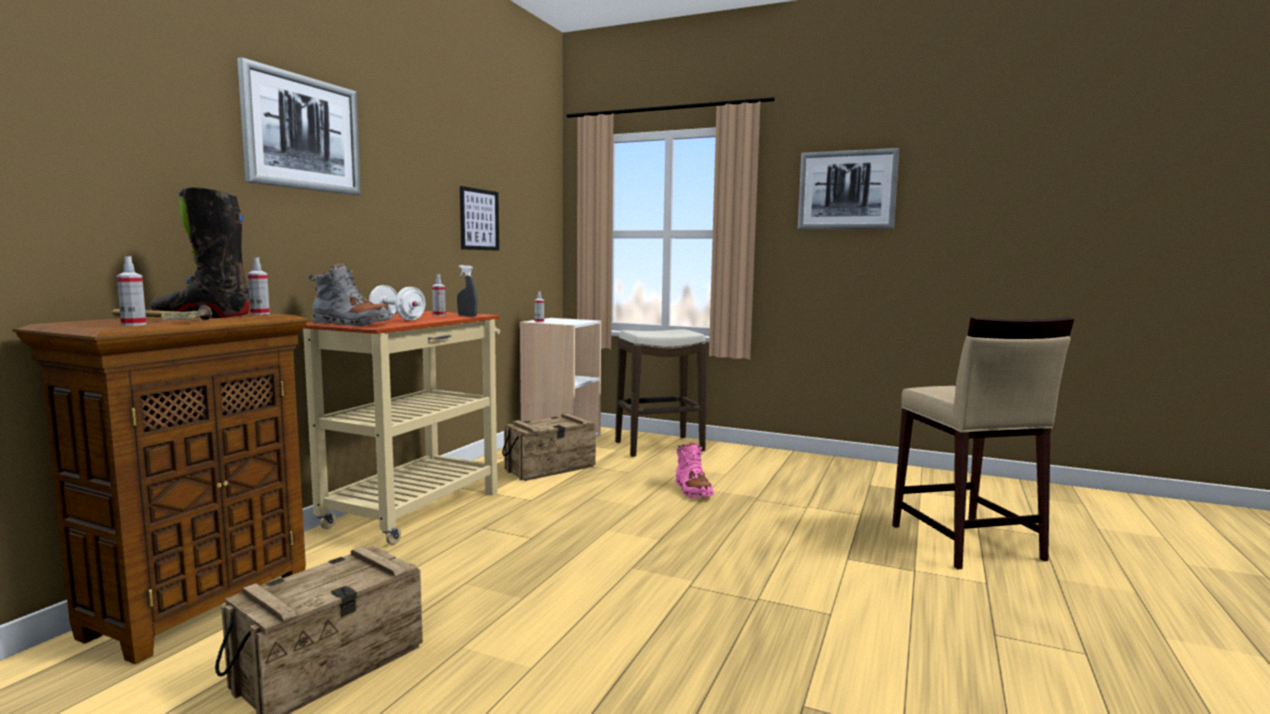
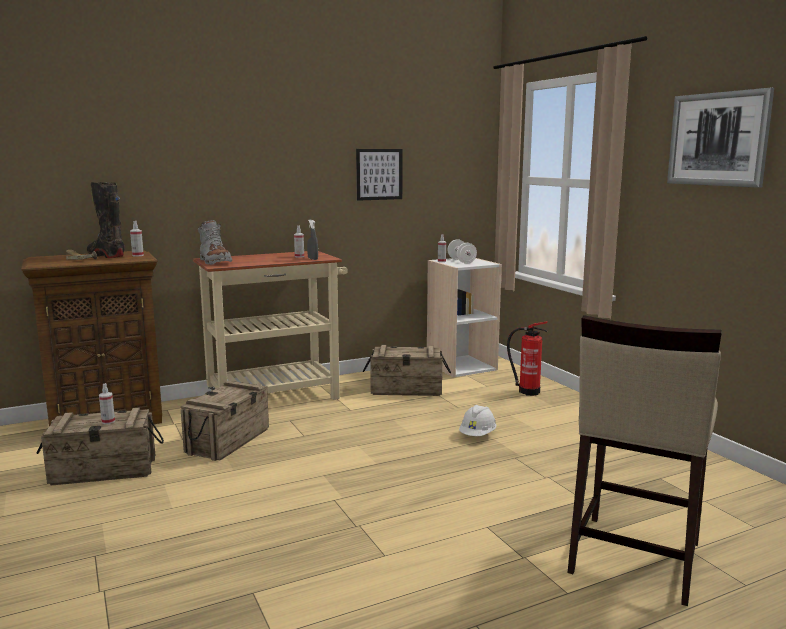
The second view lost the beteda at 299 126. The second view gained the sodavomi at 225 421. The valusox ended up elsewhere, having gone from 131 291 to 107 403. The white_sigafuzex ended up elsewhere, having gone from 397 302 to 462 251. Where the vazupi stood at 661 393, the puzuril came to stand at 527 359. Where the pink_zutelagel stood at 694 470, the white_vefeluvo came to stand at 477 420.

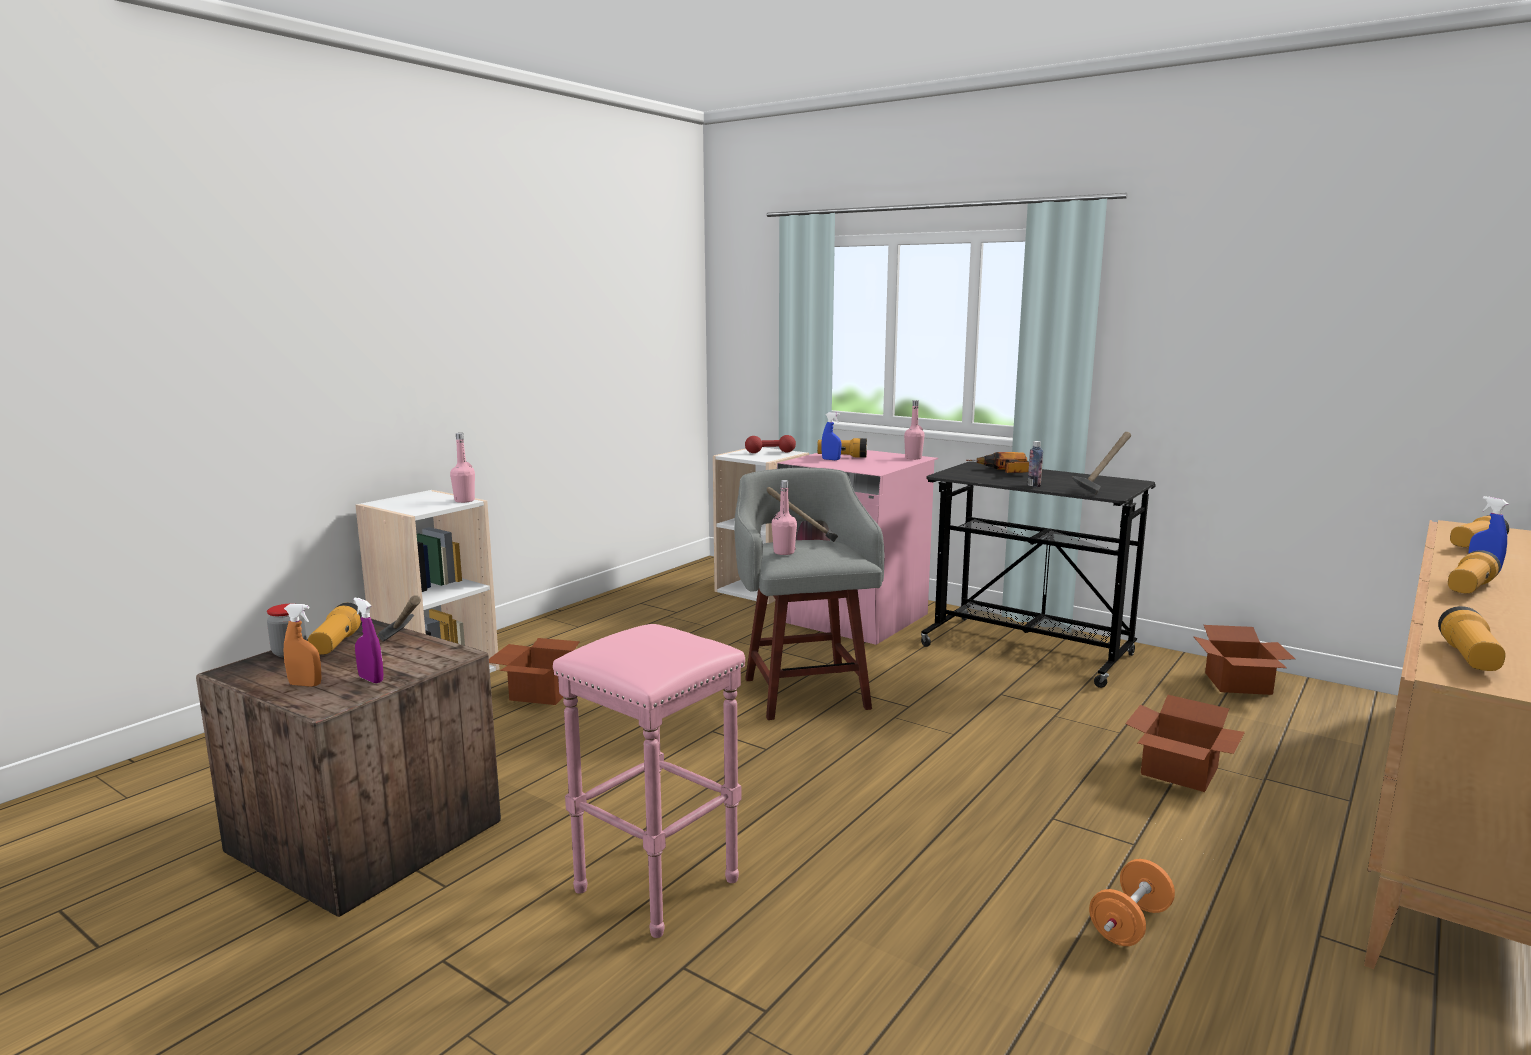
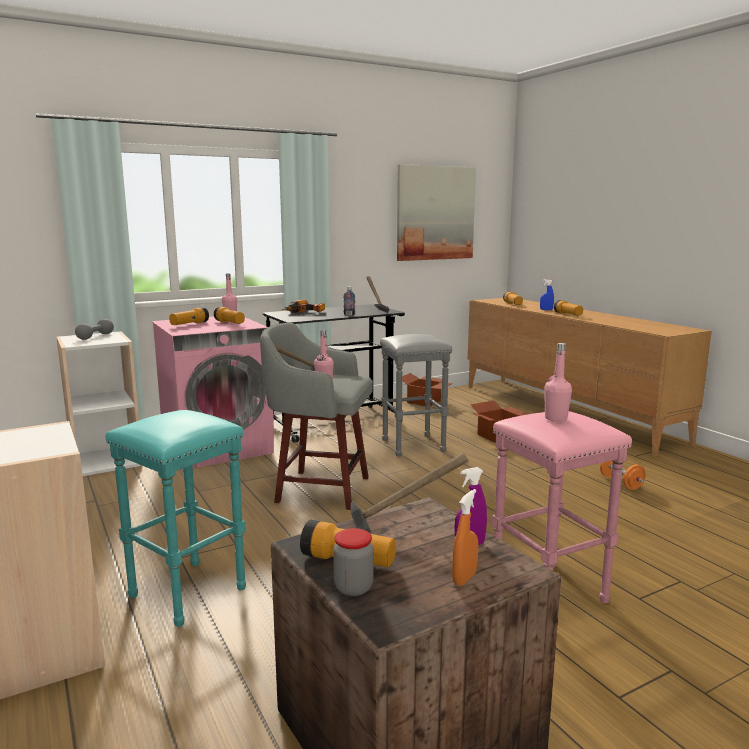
The second view lost the blue_valusox at 831 436. The second view gained the grey_vazupi at 416 395. The second view gained the beteda at 436 212. The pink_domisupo ended up elsewhere, having gone from 462 468 to 558 382. The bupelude ended up elsewhere, having gone from 1471 638 to 229 315. Where the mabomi stood at 534 671, the turquoise_vazupi came to stand at 175 518. What was the red_sigafuzex at 770 444 turned into the grey_sigafuzex at 94 329.

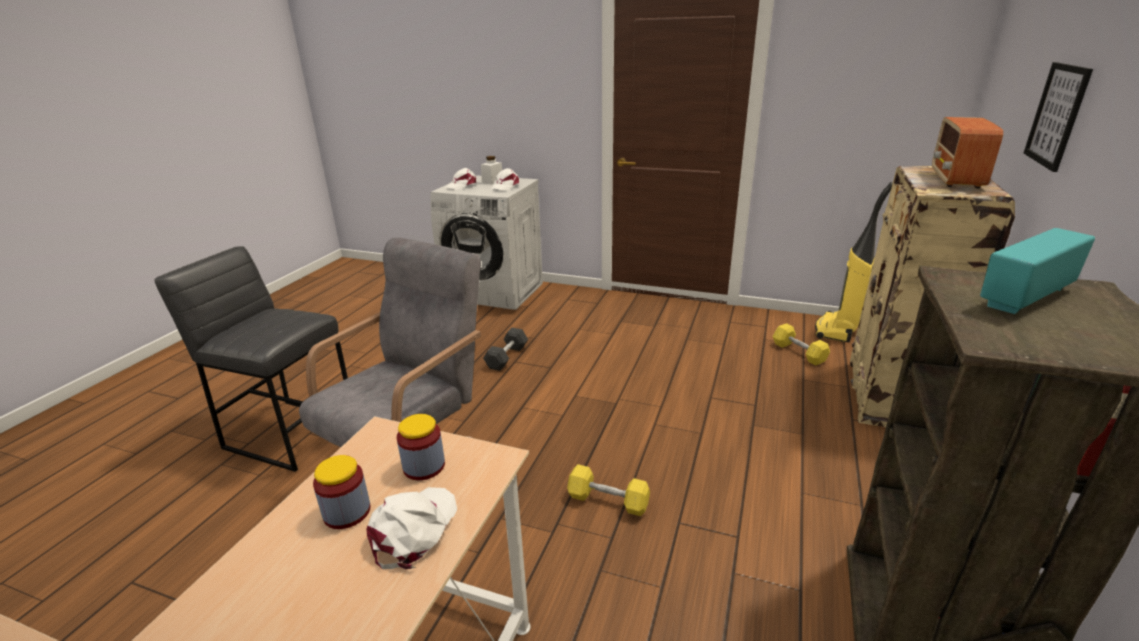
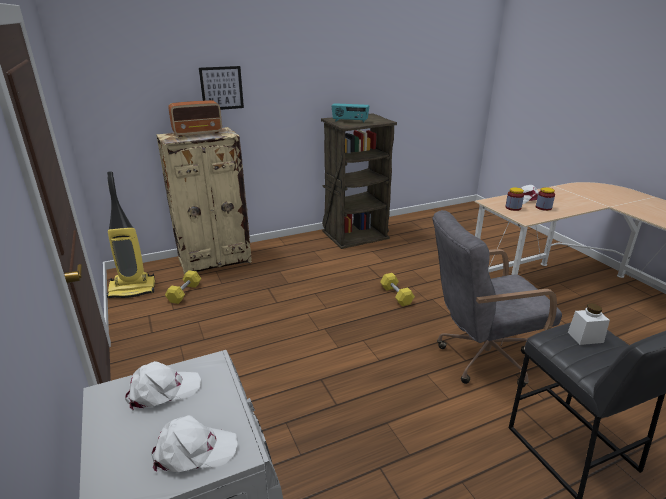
The second view lost the grey_sigafuzex at 505 349. The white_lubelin ended up elsewhere, having gone from 491 170 to 589 324.

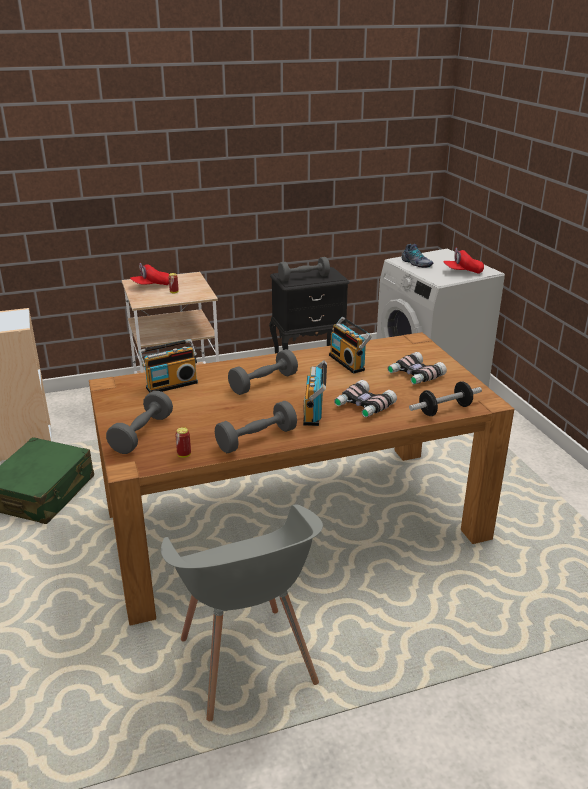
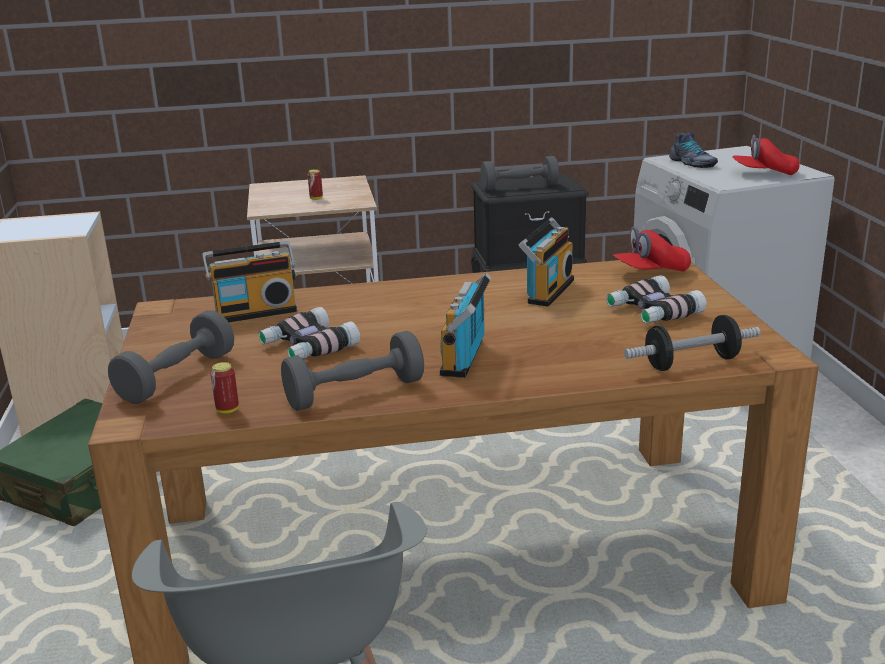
The second view lost the grey_sigafuzex at 263 372. The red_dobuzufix ended up elsewhere, having gone from 149 274 to 652 249. The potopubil ended up elsewhere, having gone from 365 398 to 309 333. The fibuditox at 350 345 ended up facing another way, 135 degrees counterclockwise from before.

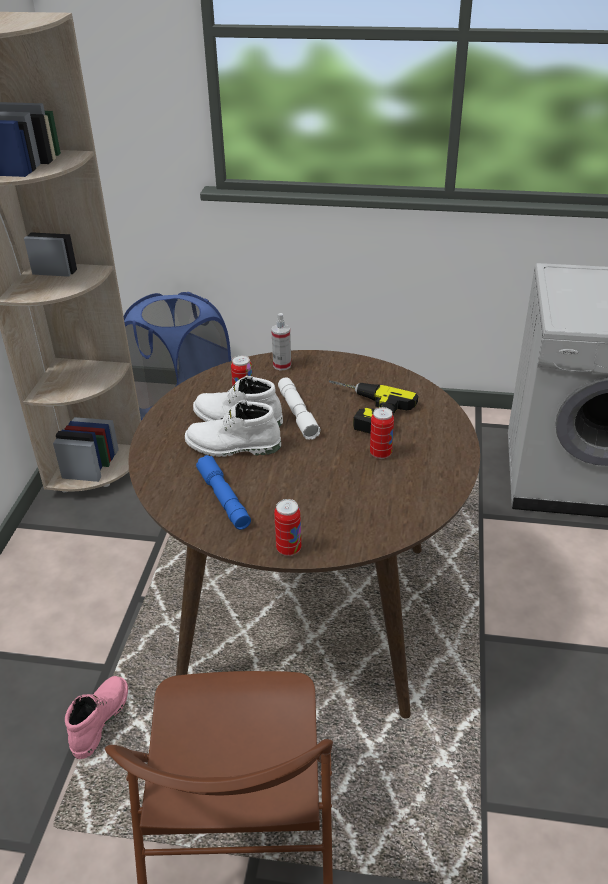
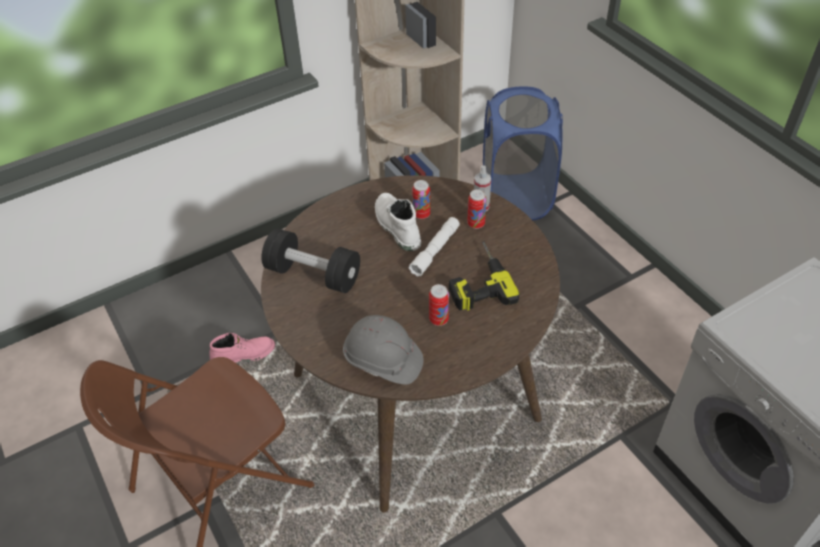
The second view lost the white_zutelagel at 233 428. The second view gained the grey_vefeluvo at 383 350. The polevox ended up elsewhere, having gone from 287 527 to 476 209. Where the blue_bupelude stood at 223 492, the black_sigafuzex came to stand at 310 260.

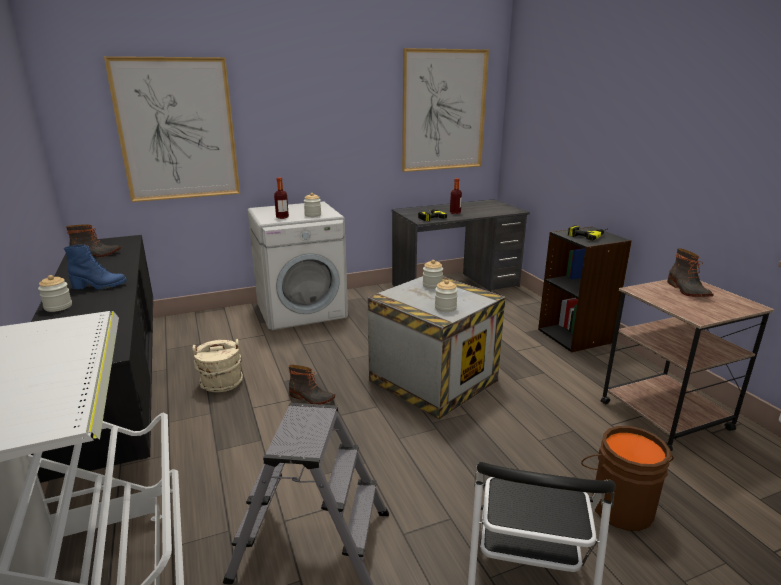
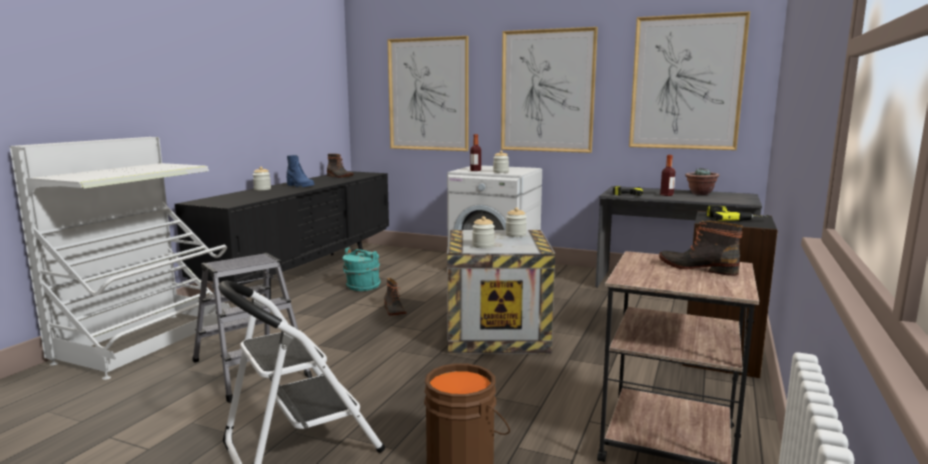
The second view gained the beteda at 549 90. The second view gained the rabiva at 702 181. What was the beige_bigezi at 218 365 turned into the turquoise_bigezi at 362 269. The zutelagel at 690 272 ended up facing another way, 90 degrees clockwise from before.

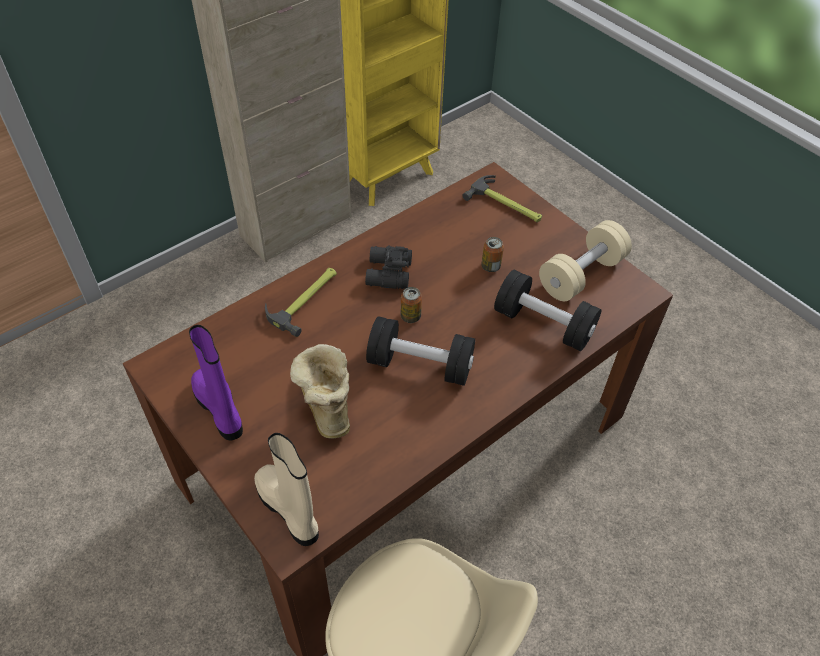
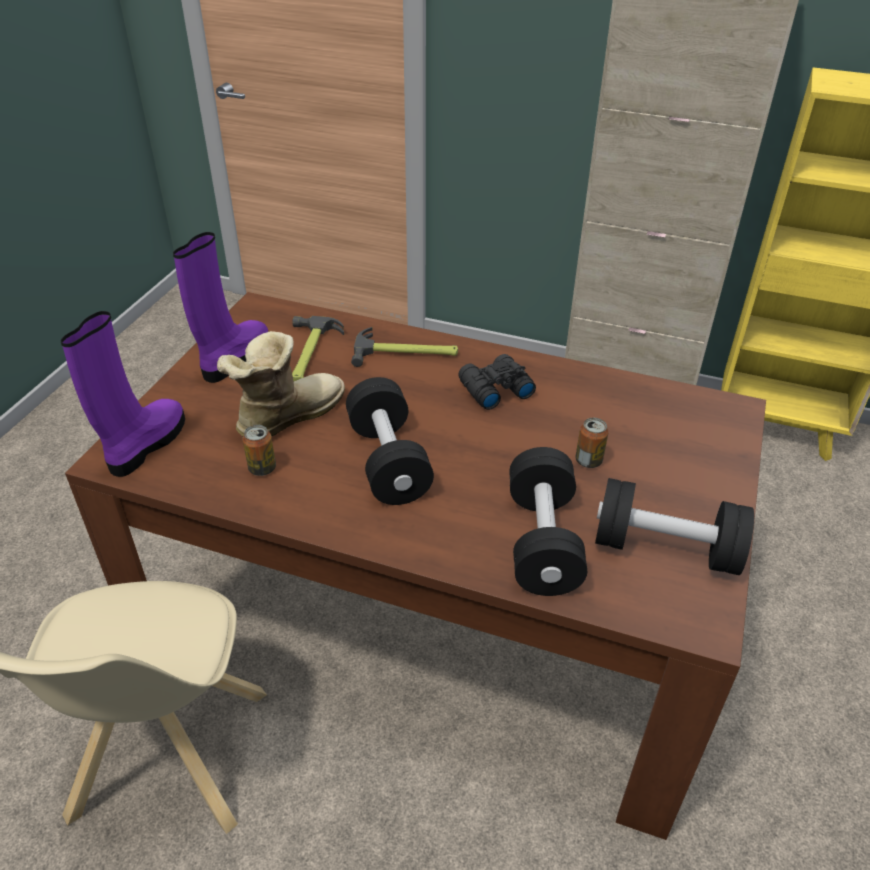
The polevox ended up elsewhere, having gone from 411 305 to 259 450. The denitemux ended up elsewhere, having gone from 502 198 to 318 348. What was the beige_zutelagel at 286 489 turned into the purple_zutelagel at 122 394. What was the beige_sigafuzex at 585 260 turned into the black_sigafuzex at 674 526.

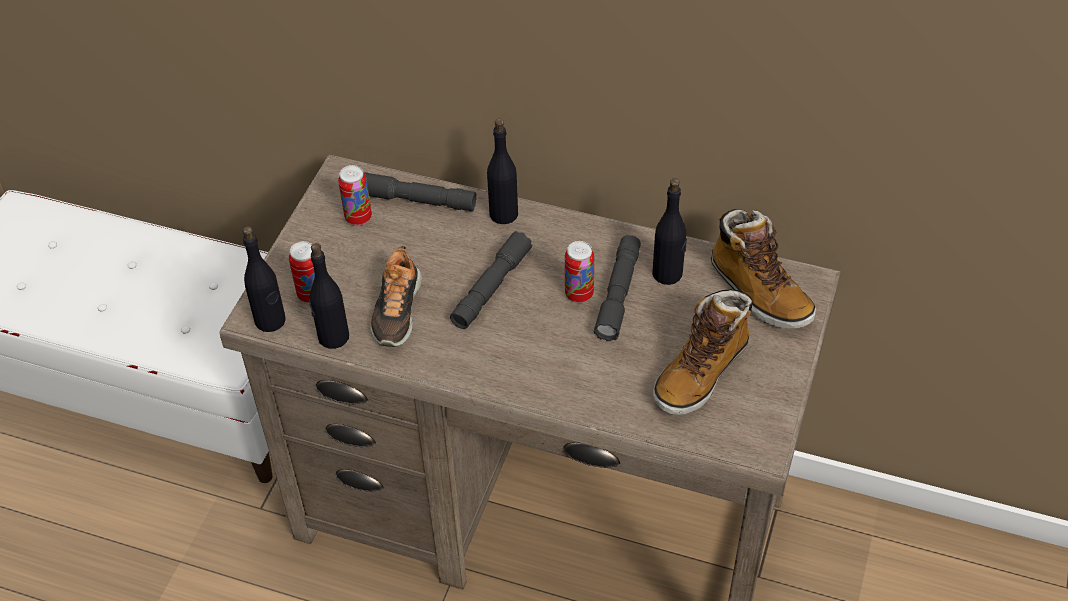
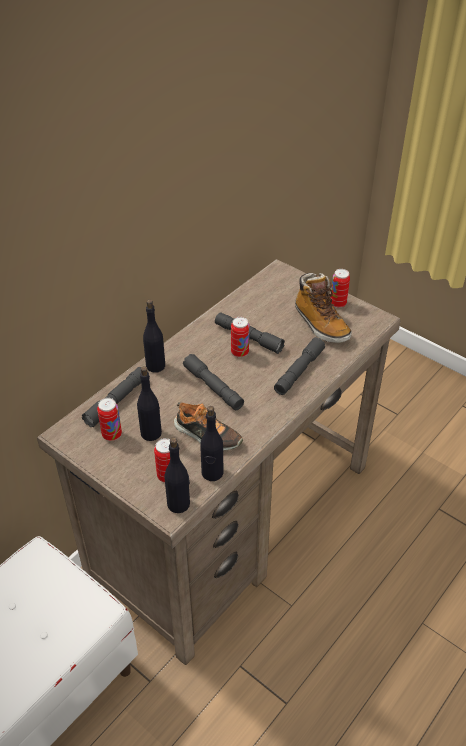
The second view lost the zutelagel at 763 269. The second view gained the grey_bupelude at 299 366. The second view gained the polevox at 340 288. The black_domisupo ended up elsewhere, having gone from 669 231 to 149 403.

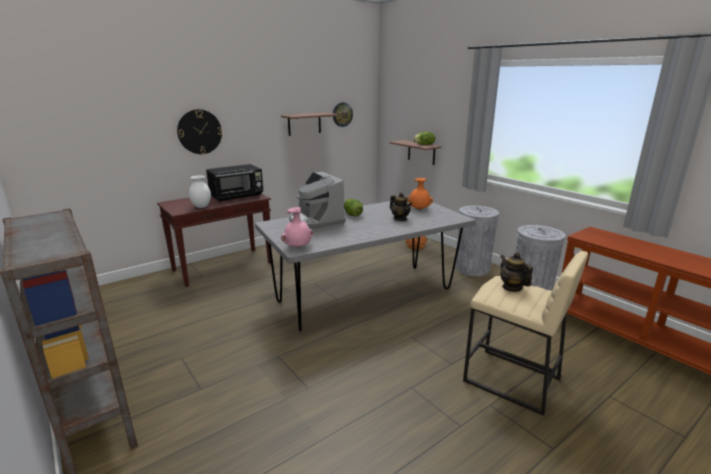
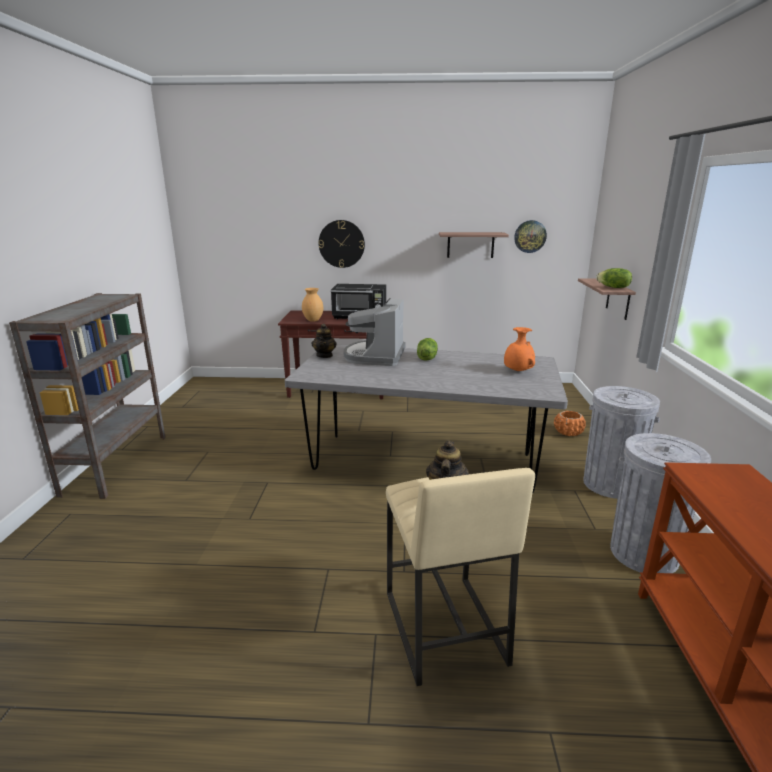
The second view lost the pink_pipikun at 297 227. The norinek ended up elsewhere, having gone from 401 207 to 324 340. What was the white_pipikun at 200 192 turned into the brown_pipikun at 312 305.

